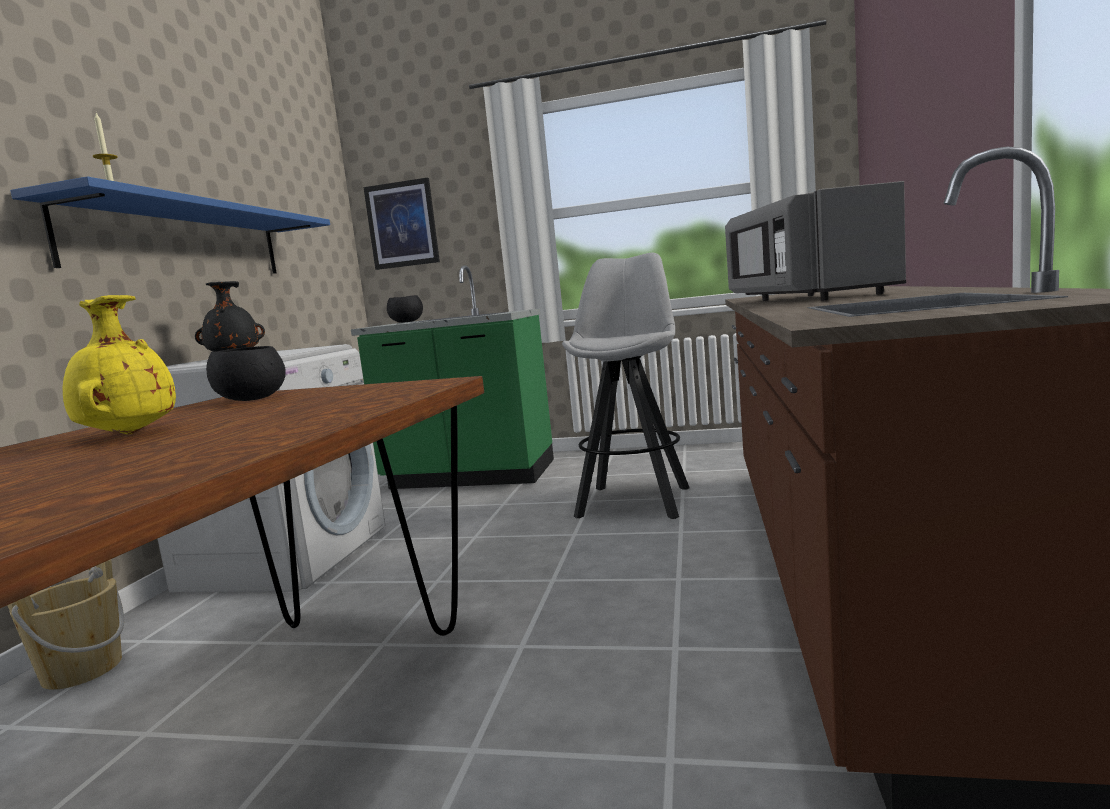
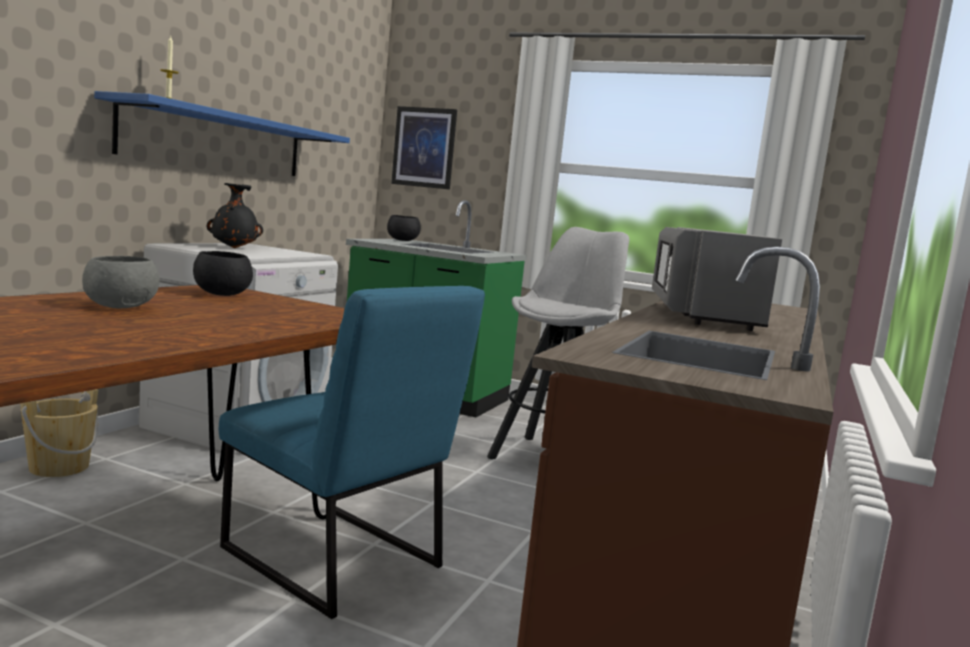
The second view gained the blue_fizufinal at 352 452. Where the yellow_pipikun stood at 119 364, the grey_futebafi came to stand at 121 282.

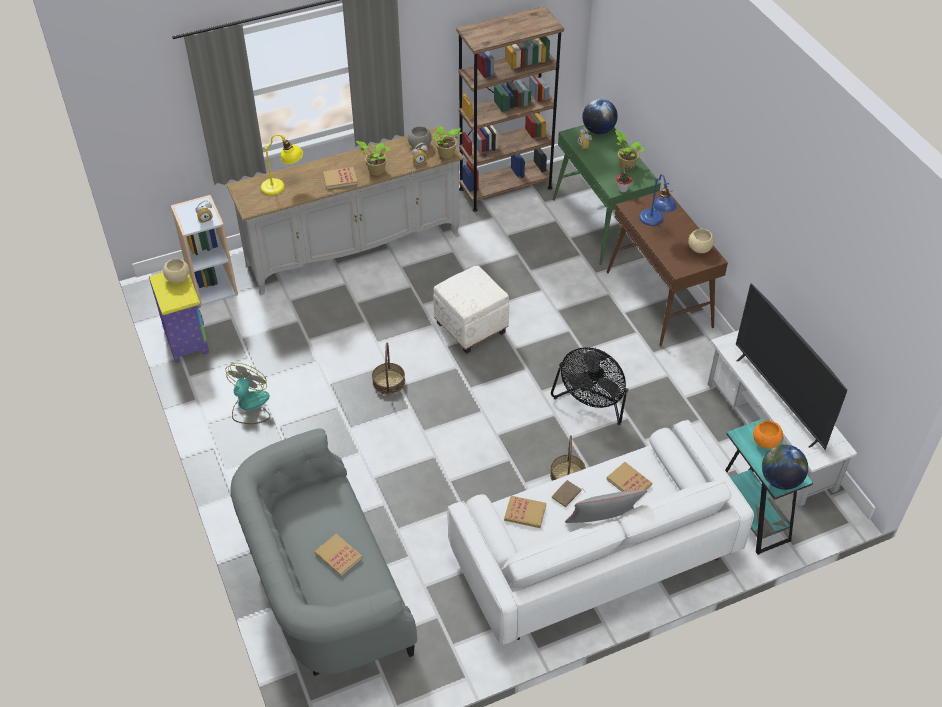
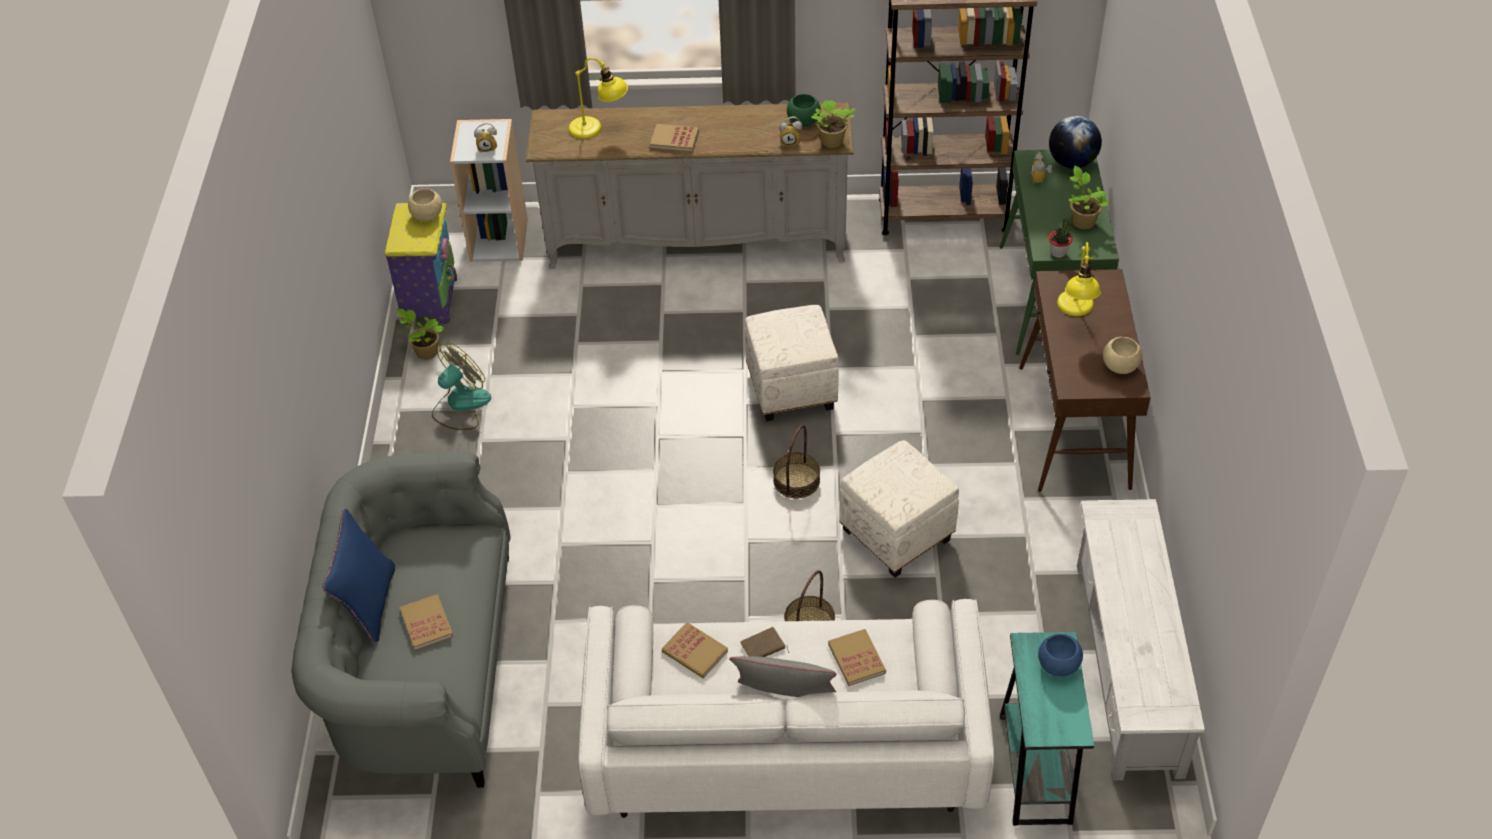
The second view lost the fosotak at 791 367. The second view lost the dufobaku at 785 467. The second view gained the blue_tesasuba at 358 576. The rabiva ended up elsewhere, having gone from 373 158 to 420 334. The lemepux ended up elsewhere, having gone from 388 369 to 796 461. Where the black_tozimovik stood at 589 386, the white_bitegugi came to stand at 899 509. What was the grey_futebafi at 420 137 turned into the green_futebafi at 804 110. What was the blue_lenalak at 658 200 turned into the yellow_lenalak at 1079 279. What was the orange_futebafi at 768 434 turned into the blue_futebafi at 1060 655.

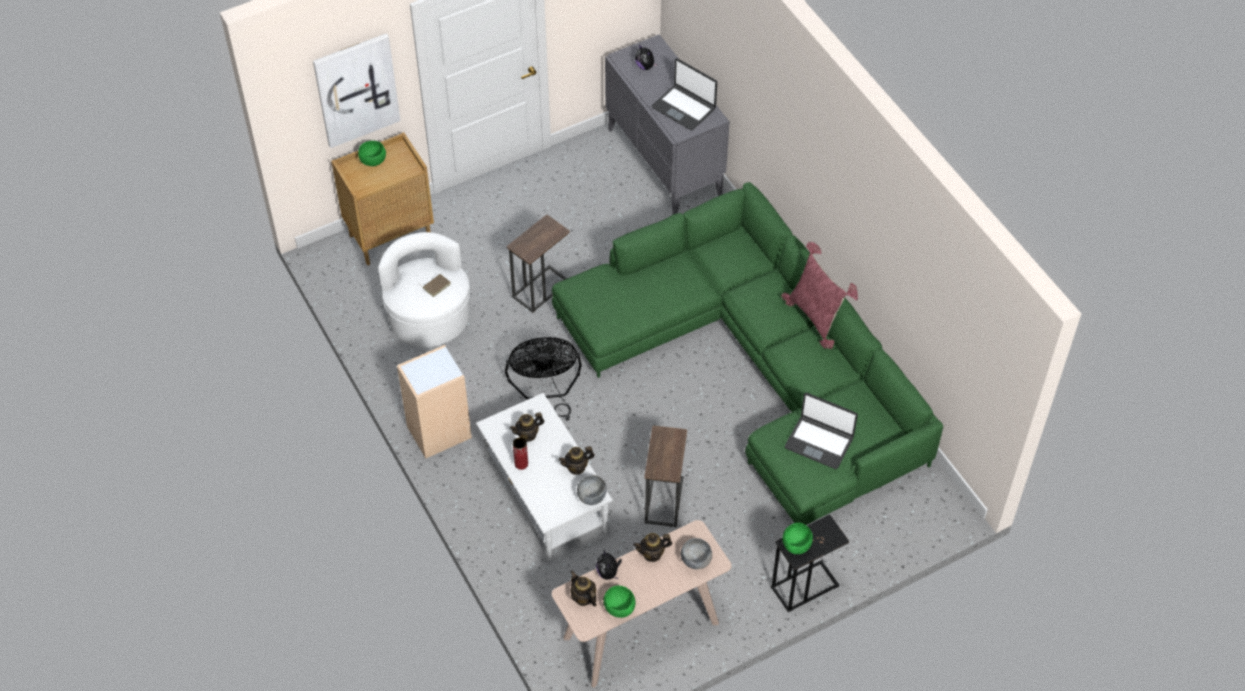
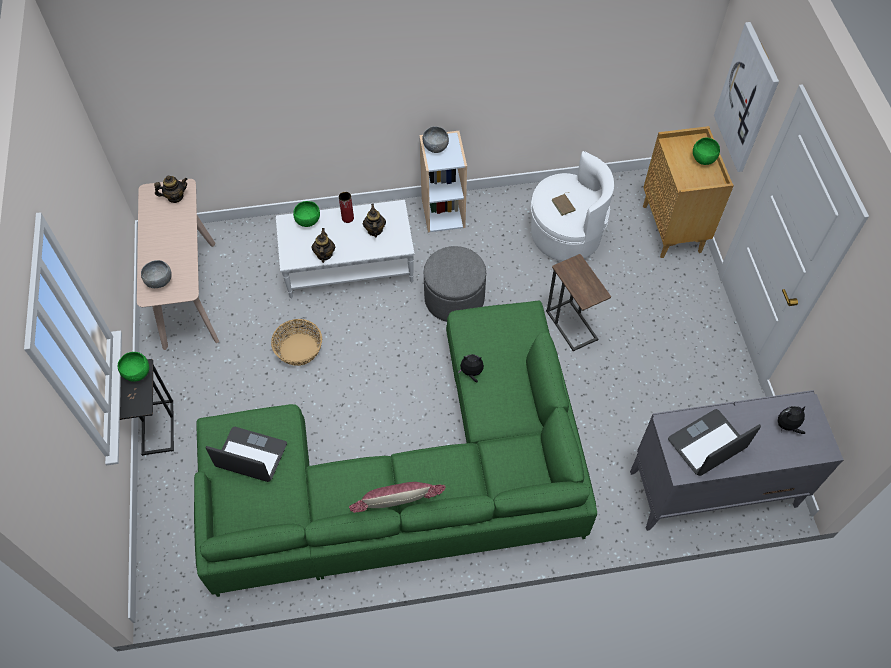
The second view lost the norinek at 652 547. The grey_futebafi ended up elsewhere, having gone from 592 490 to 435 139. The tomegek ended up elsewhere, having gone from 609 564 to 471 368. The green_futebafi ended up elsewhere, having gone from 619 602 to 306 214. Where the black_tozimovik stood at 543 379, the grey_bitegugi came to stand at 454 284. Where the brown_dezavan stood at 665 476, the lemepux came to stand at 296 342. The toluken at 821 431 ended up facing another way, 60 degrees clockwise from before.

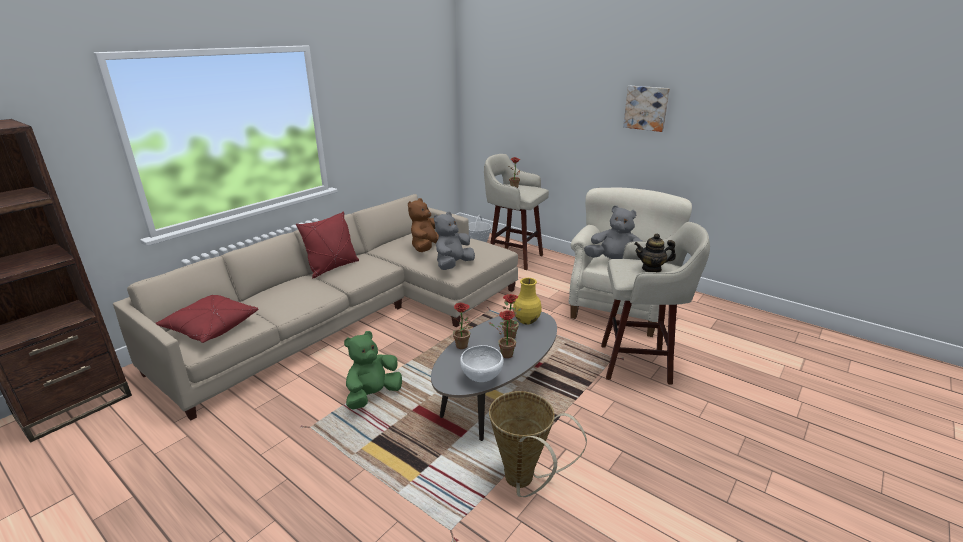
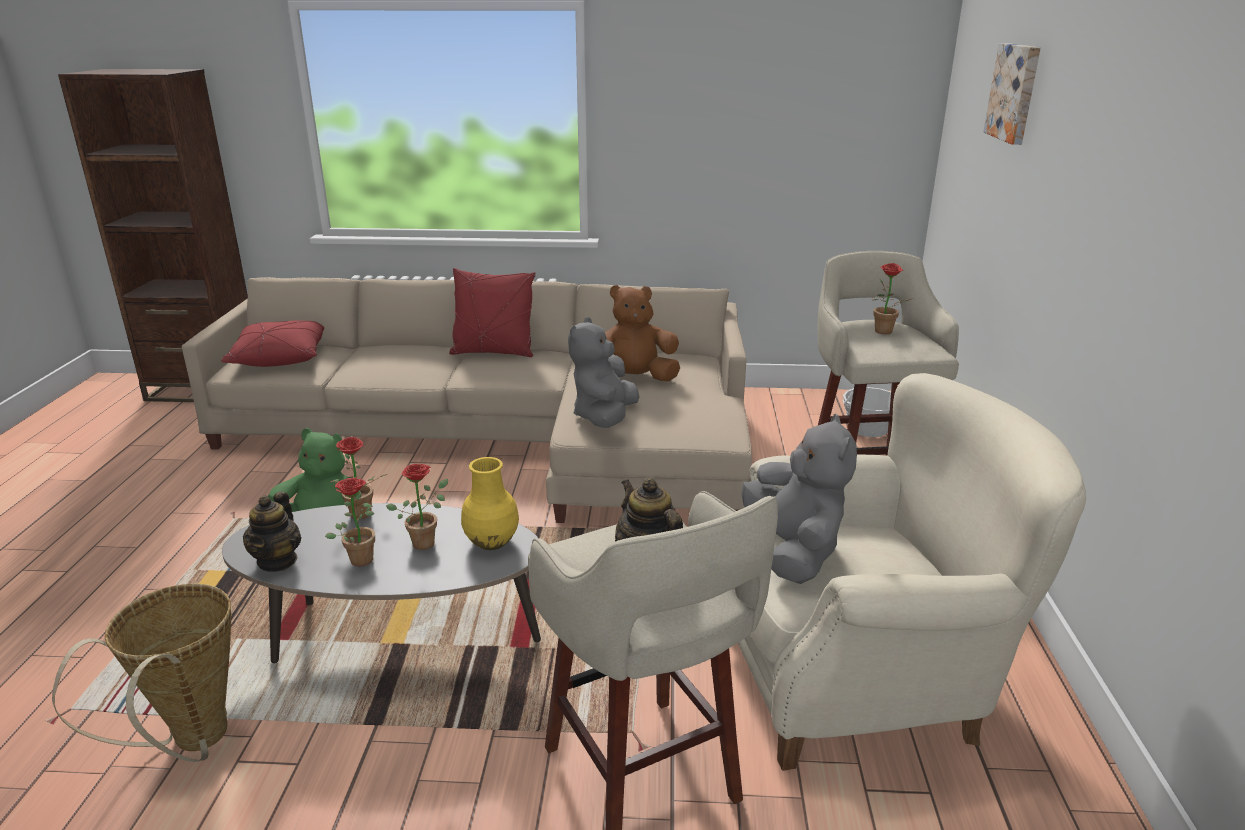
The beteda ended up elsewhere, having gone from 646 109 to 1012 94. Where the white_futebafi stood at 482 363, the norinek came to stand at 272 532. The grey_tomegek at 454 241 ended up facing another way, 75 degrees counterclockwise from before.

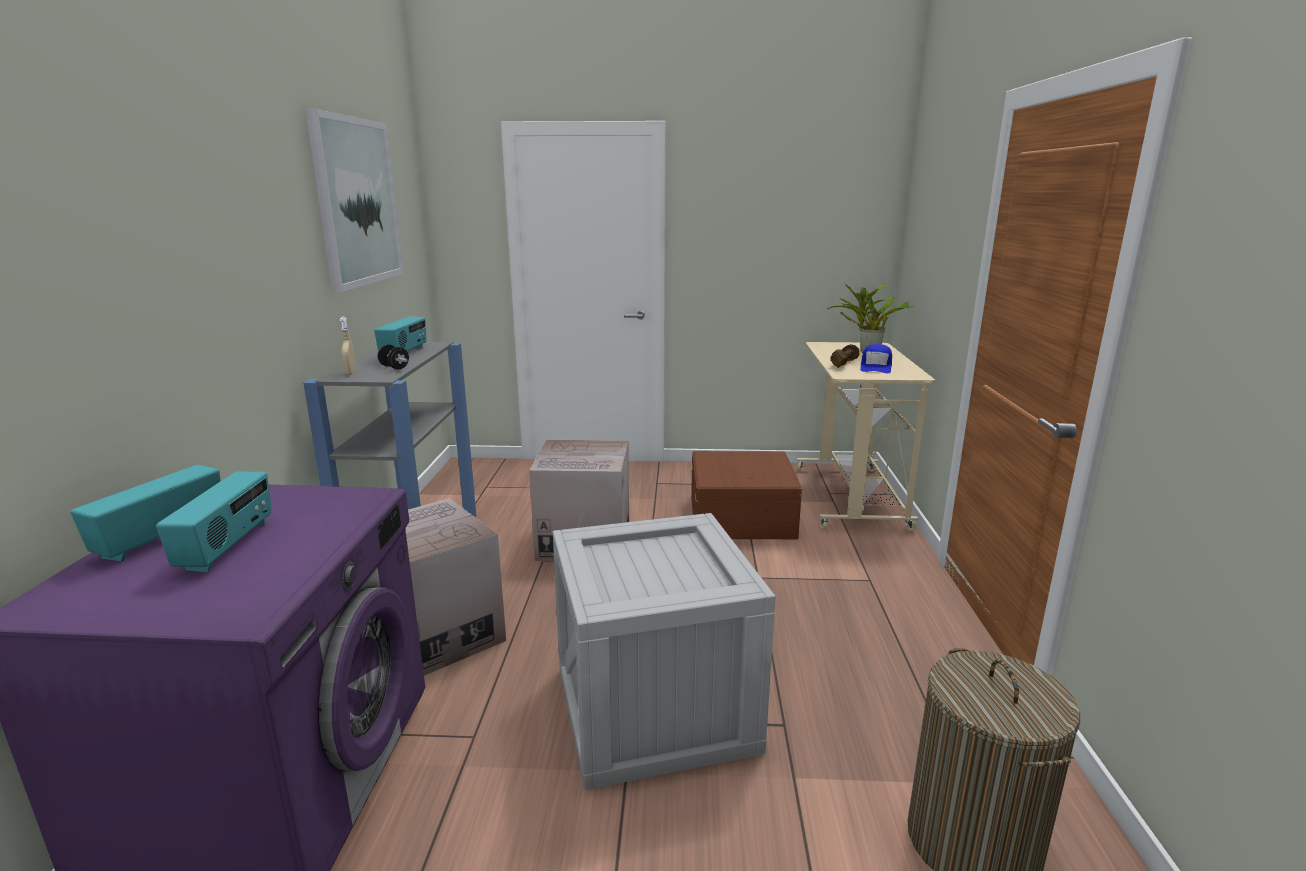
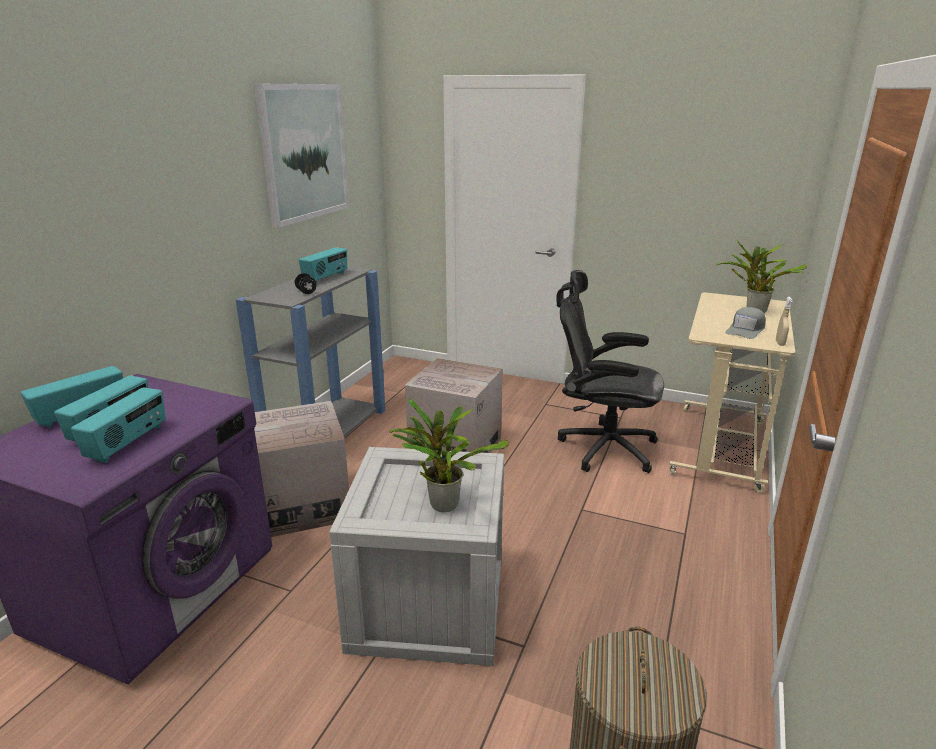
The second view lost the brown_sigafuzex at 845 356. The second view gained the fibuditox at 118 425. The second view gained the rabiva at 449 455. The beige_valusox ended up elsewhere, having gone from 347 345 to 784 321. Where the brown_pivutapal stood at 746 495, the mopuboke came to stand at 610 371. What was the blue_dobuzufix at 876 358 turned into the grey_dobuzufix at 745 323.

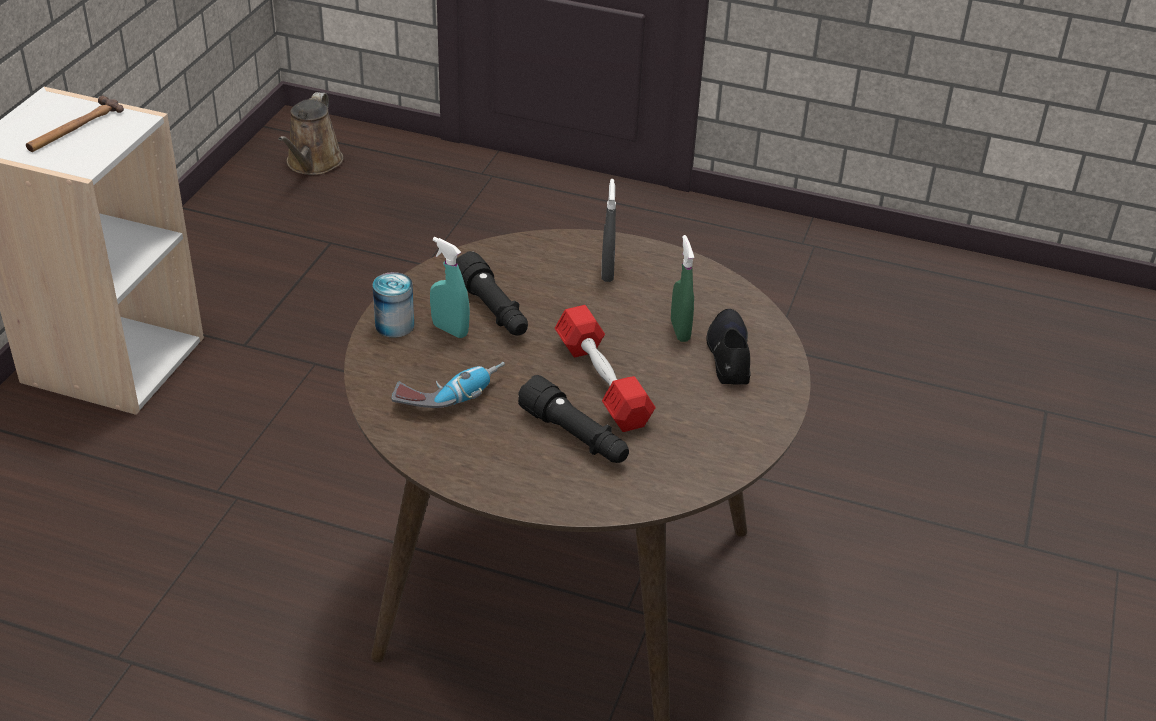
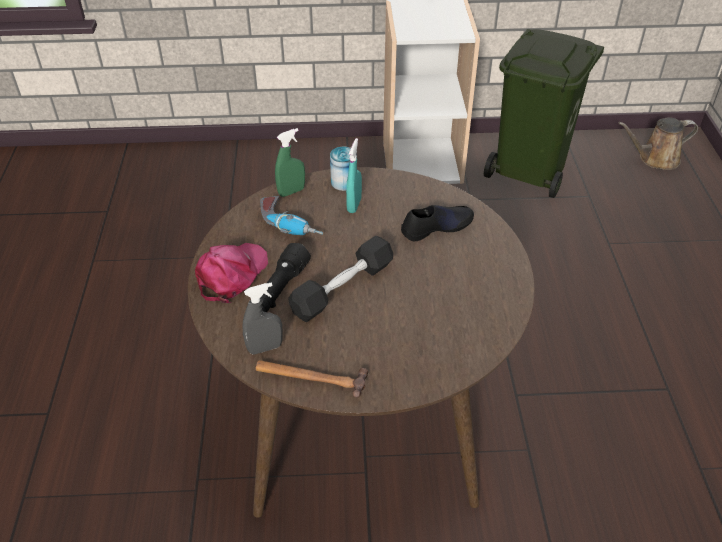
The second view lost the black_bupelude at 492 293. The second view gained the pink_dobuzufix at 231 273. The second view gained the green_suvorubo at 544 113. The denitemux ended up elsewhere, having gone from 75 123 to 311 378. The grey_valusox ended up elsewhere, having gone from 609 230 to 262 318. The green_valusox ended up elsewhere, having gone from 682 288 to 290 162. The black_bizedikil ended up elsewhere, having gone from 728 347 to 437 223. What was the red_sigafuzex at 605 368 turned into the black_sigafuzex at 340 279.

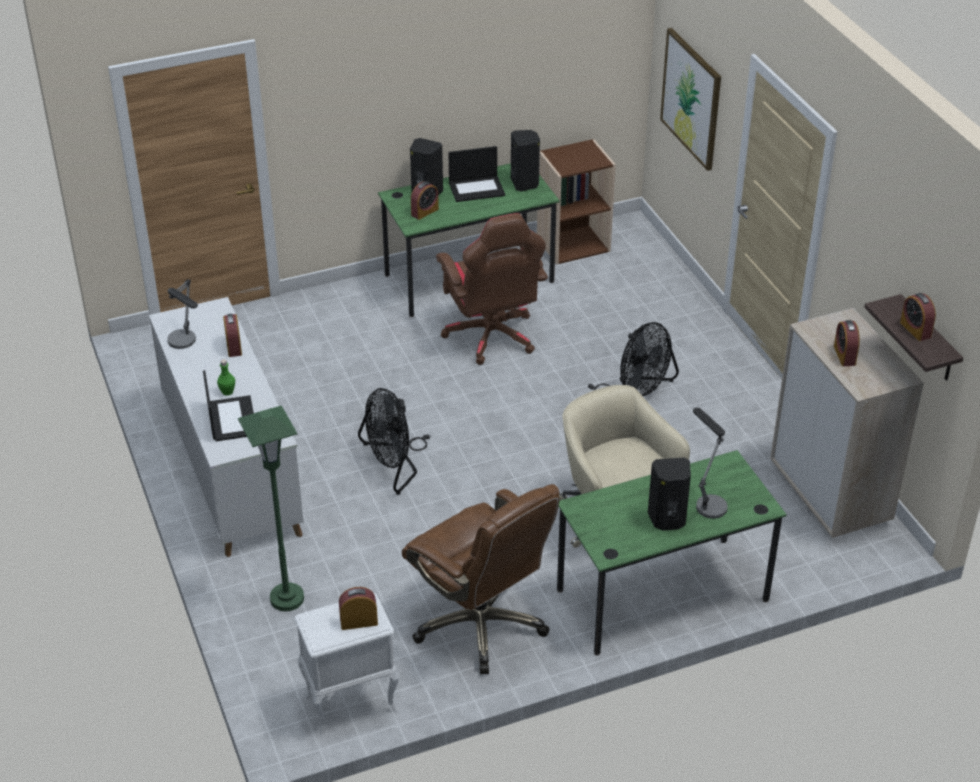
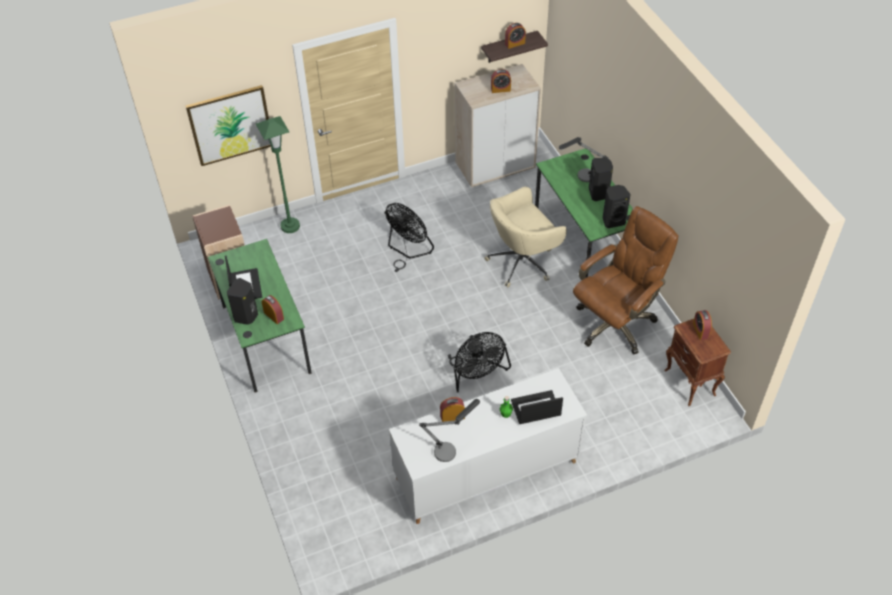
The second view lost the brown_mopuboke at 492 289. The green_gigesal ended up elsewhere, having gone from 271 508 to 278 174. The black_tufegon ended up elsewhere, having gone from 525 160 to 617 206. What was the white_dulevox at 347 664 turned into the brown_dulevox at 697 362.

